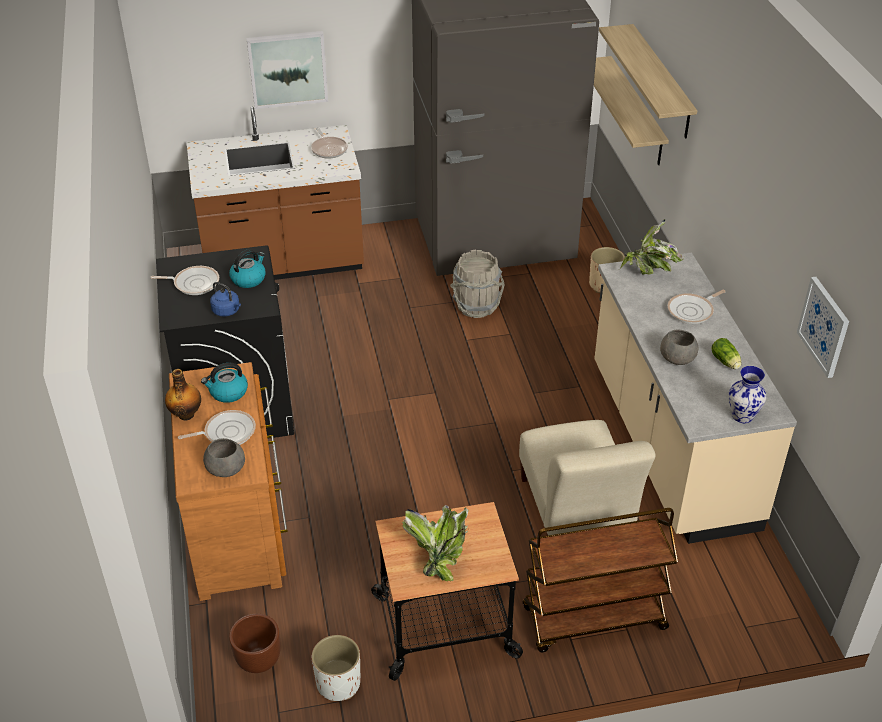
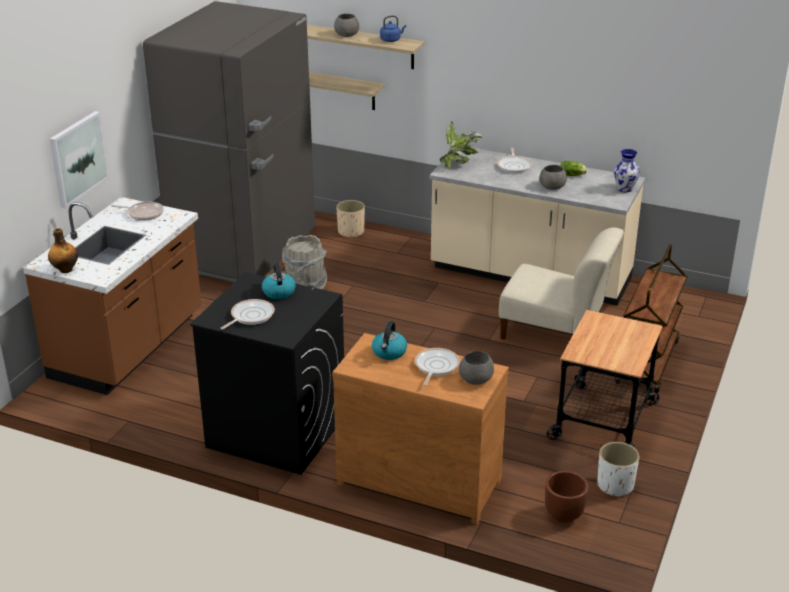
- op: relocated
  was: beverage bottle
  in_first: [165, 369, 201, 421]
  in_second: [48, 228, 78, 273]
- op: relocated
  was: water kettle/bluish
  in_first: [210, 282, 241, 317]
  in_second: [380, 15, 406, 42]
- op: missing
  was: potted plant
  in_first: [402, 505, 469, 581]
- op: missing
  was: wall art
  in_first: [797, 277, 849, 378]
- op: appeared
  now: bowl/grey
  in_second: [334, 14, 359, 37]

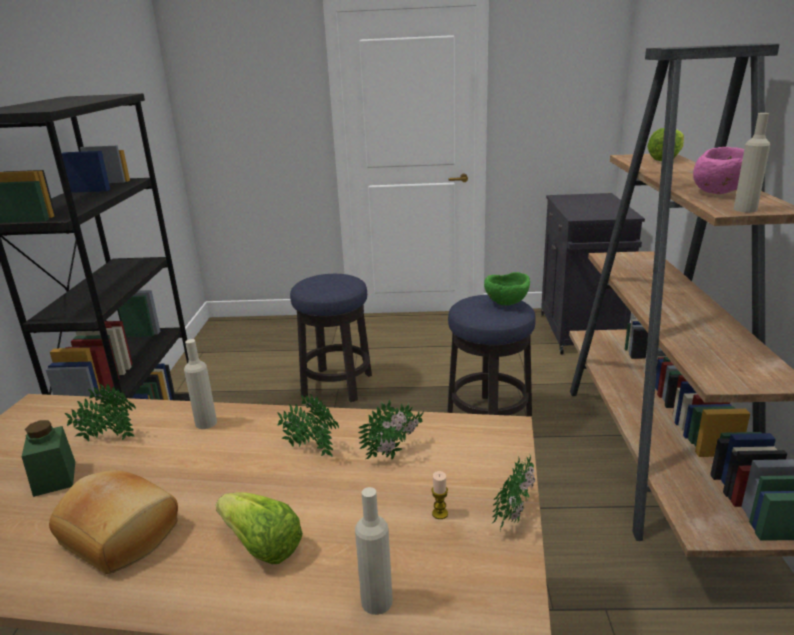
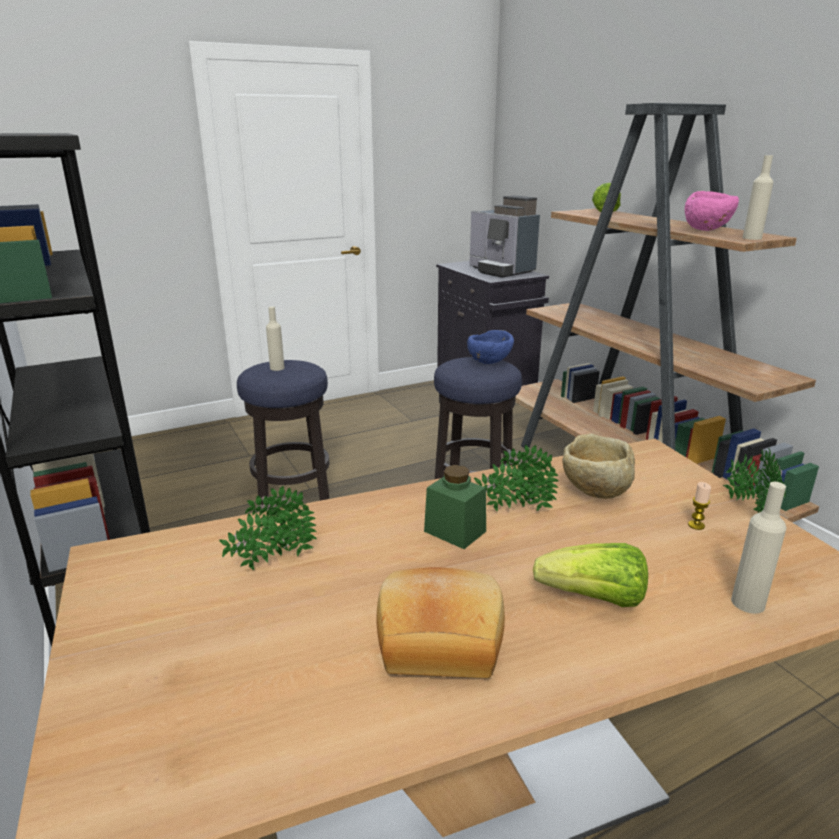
- op: relocated
  was: jar/green-coloured
  in_first: [21, 420, 75, 497]
  in_second: [424, 465, 486, 549]
- op: relocated
  was: beverage bottle/sand-coloured
  in_first: [184, 339, 217, 429]
  in_second: [266, 306, 285, 371]
- op: exchanged
  was: potted plant
  now: bowl/sand-coloured
  in_first: [358, 400, 424, 459]
  in_second: [563, 434, 635, 499]
- op: colour
  was: bowl/green-coloured
  now: bowl/bluish
  in_first: [484, 272, 530, 305]
  in_second: [467, 330, 514, 364]
- op: appeared
  now: coffee brewer
  in_second: [469, 195, 540, 278]

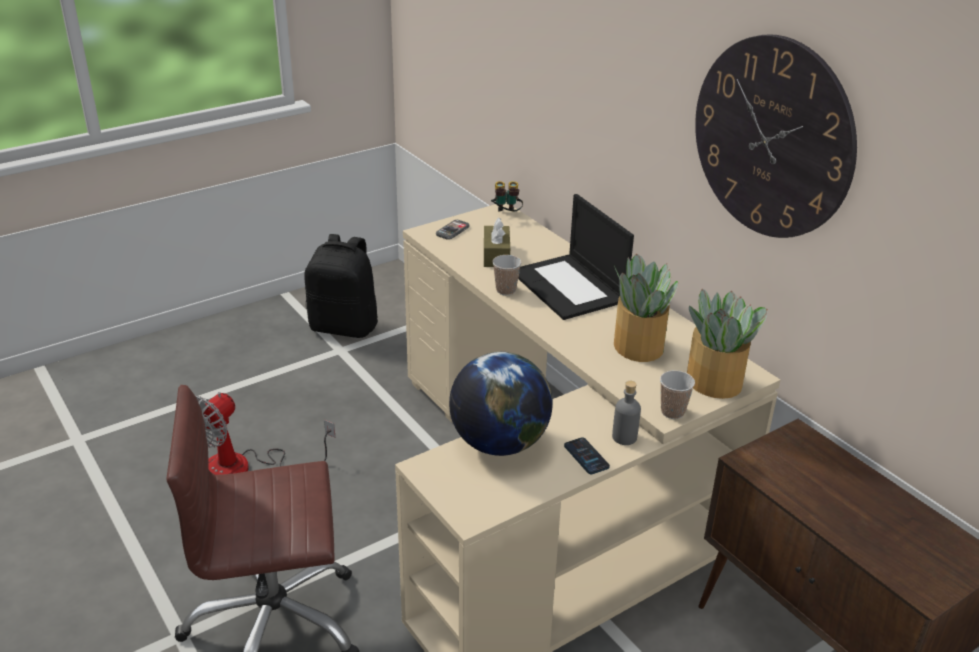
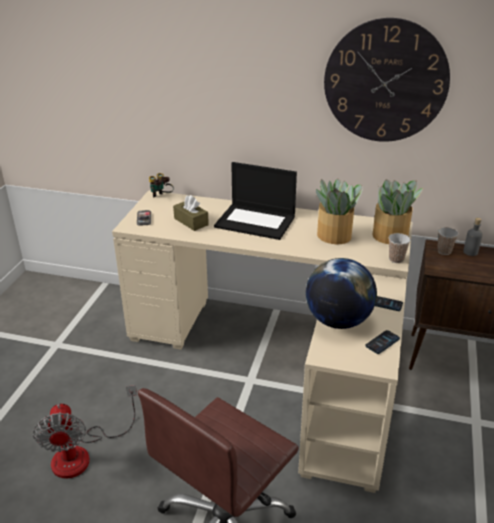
- op: missing
  was: rucksack/black
  in_first: [304, 234, 378, 338]
- op: relocated
  was: small cup
  in_first: [492, 255, 522, 295]
  in_second: [438, 227, 459, 255]
- op: relocated
  was: beverage bottle/grey
  in_first: [612, 381, 641, 445]
  in_second: [463, 218, 482, 256]
- op: appeared
  now: telephone
  in_second: [366, 330, 400, 354]

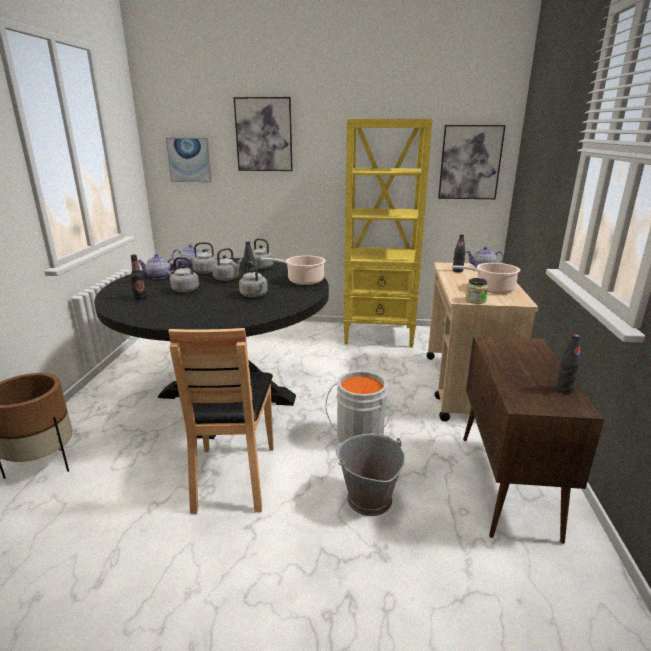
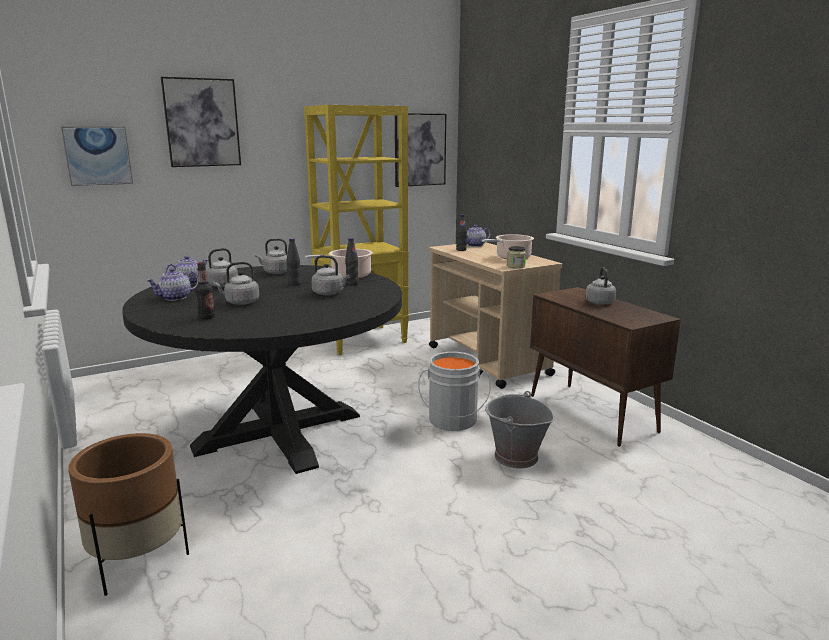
- op: missing
  was: upright chair/brown
  in_first: [168, 328, 274, 514]
- op: relocated
  was: water kettle/grey
  in_first: [212, 248, 242, 281]
  in_second: [586, 267, 616, 305]
- op: relocated
  was: beverage bottle/black
  in_first: [556, 334, 580, 394]
  in_second: [345, 238, 359, 285]

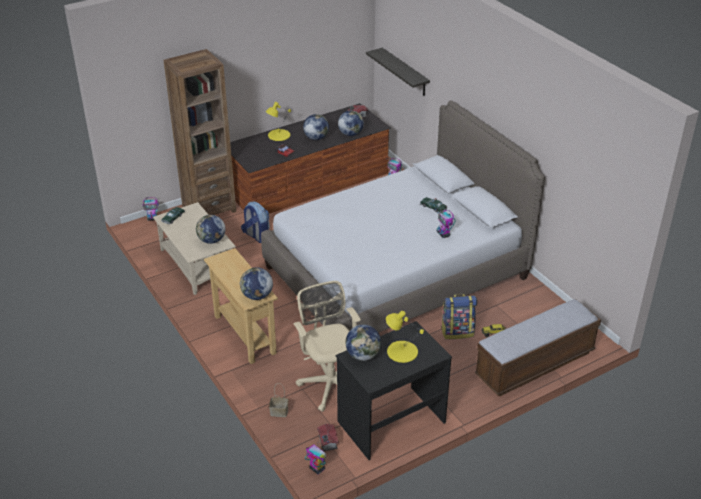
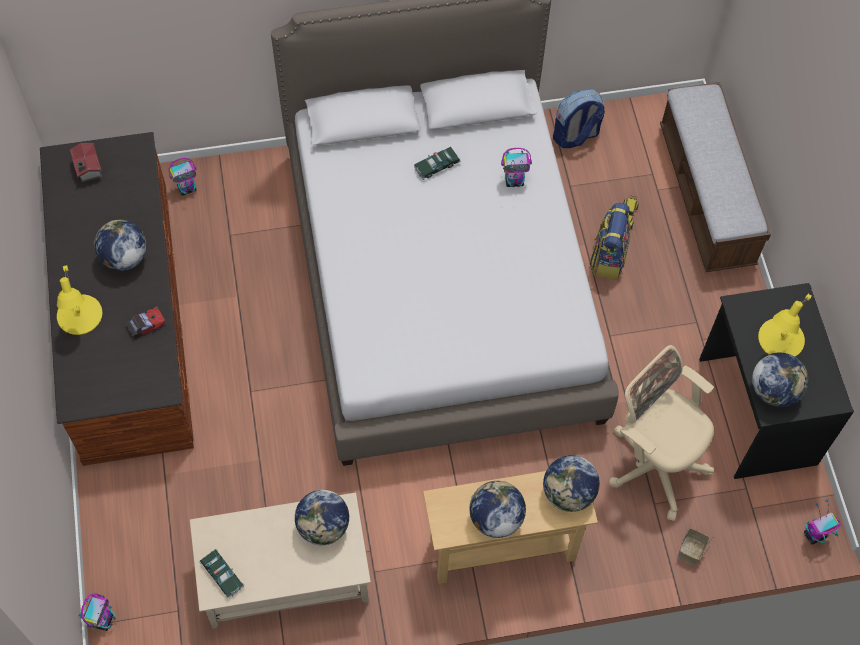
- op: missing
  was: bookshelf/brown
  in_first: [163, 49, 236, 215]
- op: relocated
  was: rucksack
  in_first: [241, 202, 270, 243]
  in_second: [553, 89, 605, 148]
- op: spun
  was: office chair/sand-coloured
  in_first: [293, 281, 361, 412]
  in_second: [609, 345, 714, 521]
  clockwise: 45
- op: missing
  was: model house
  in_first: [317, 424, 339, 451]
- op: relocated
  was: globe
  in_first: [338, 110, 364, 136]
  in_second: [469, 480, 526, 538]
- op: missing
  was: bracket shelf
  in_first: [366, 48, 430, 96]

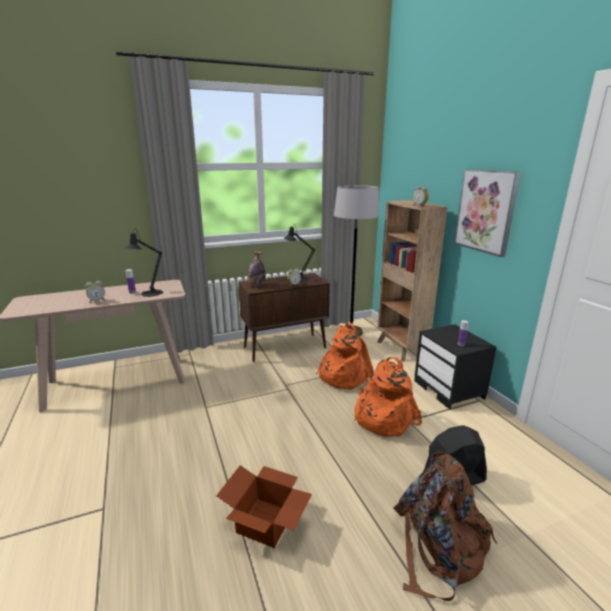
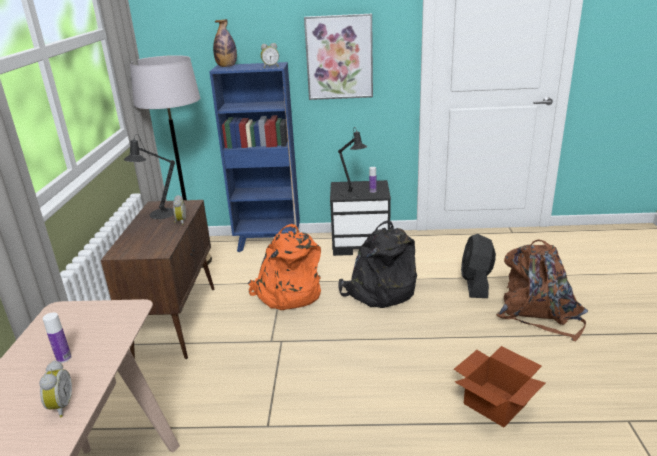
- op: relocated
  was: tabletop lamp/black
  in_first: [125, 228, 163, 297]
  in_second: [338, 129, 367, 198]
- op: relocated
  was: beverage bottle
  in_first: [248, 251, 265, 286]
  in_second: [213, 19, 237, 67]
- op: colour
  was: rucksack/orange-coloured
  now: rucksack/black
  in_first: [354, 357, 422, 437]
  in_second: [338, 220, 417, 308]
- op: colour
  was: bookshelf/brown
  now: bookshelf/bluish
  in_first: [377, 200, 448, 362]
  in_second: [209, 62, 300, 252]

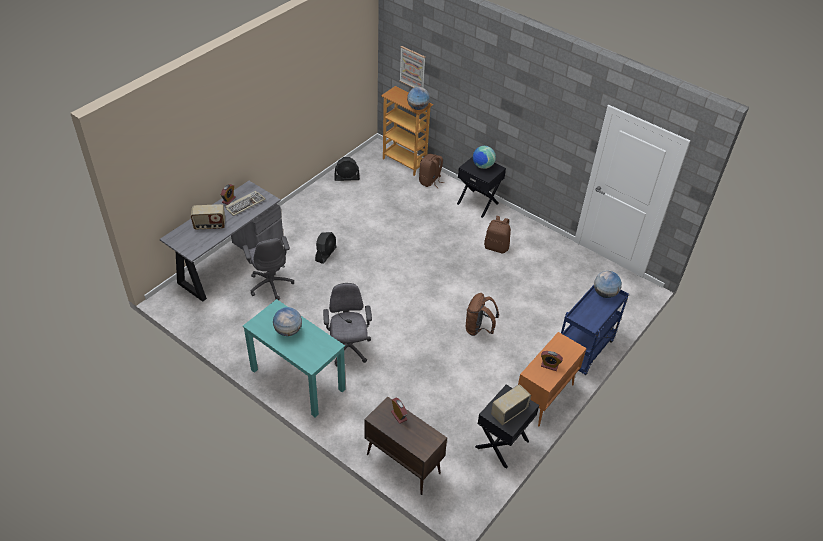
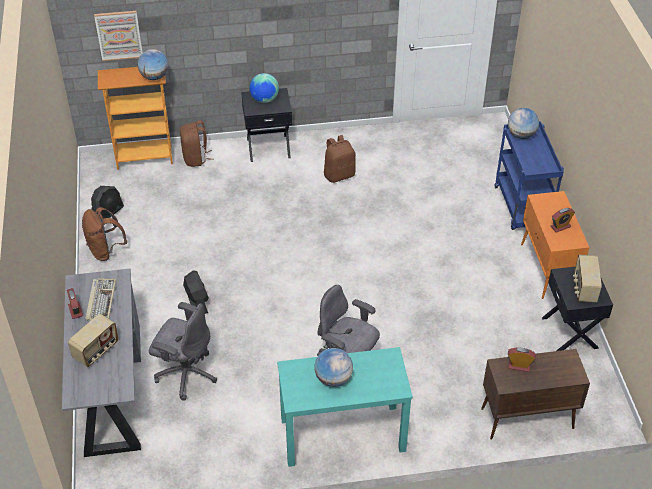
- op: relocated
  was: rucksack/brown
  in_first: [466, 293, 499, 336]
  in_second: [82, 207, 127, 261]

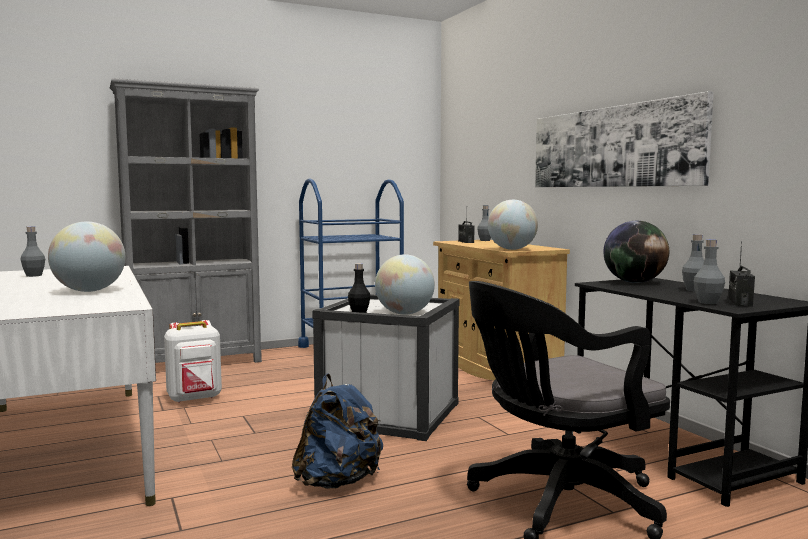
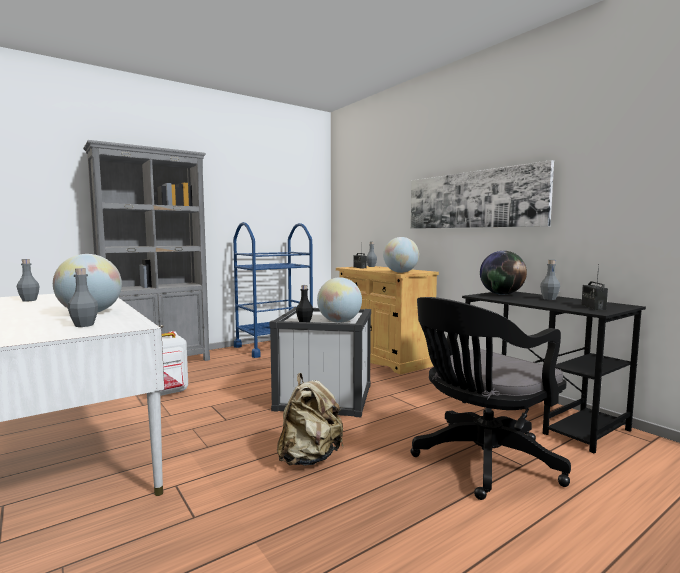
- op: colour
  was: rucksack/bluish
  now: rucksack/sand-coloured
  in_first: [292, 374, 383, 489]
  in_second: [277, 373, 343, 466]
- op: relocated
  was: beverage bottle/grey
  in_first: [694, 240, 725, 304]
  in_second: [68, 268, 98, 327]

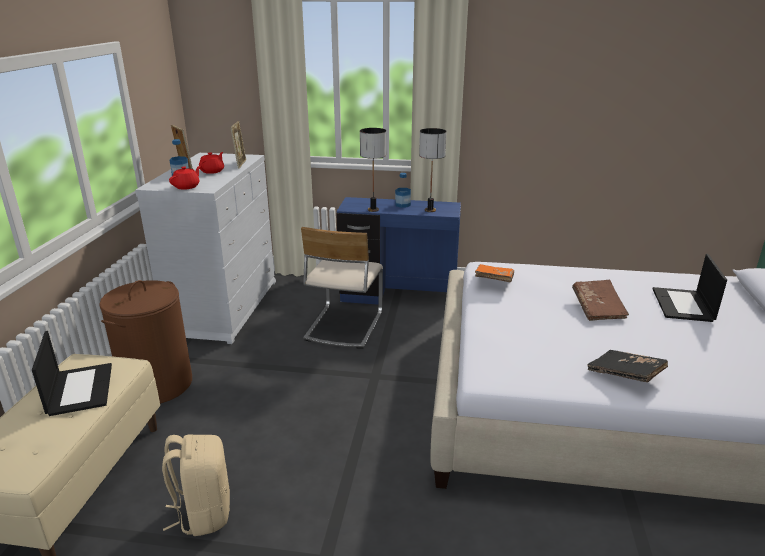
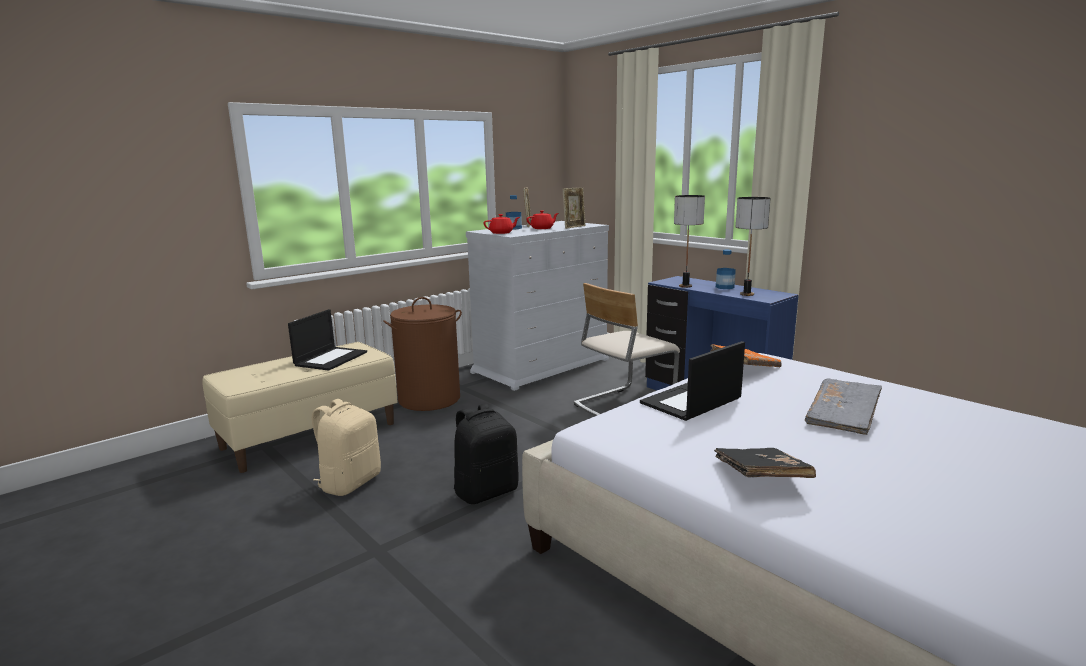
- op: colour
  was: book/brown
  now: book/grey
  in_first: [572, 280, 629, 321]
  in_second: [805, 379, 882, 435]
- op: relocated
  was: notebook computer
  in_first: [653, 254, 727, 322]
  in_second: [640, 341, 745, 421]
- op: appeared
  now: rucksack/black
  in_second: [454, 403, 519, 504]

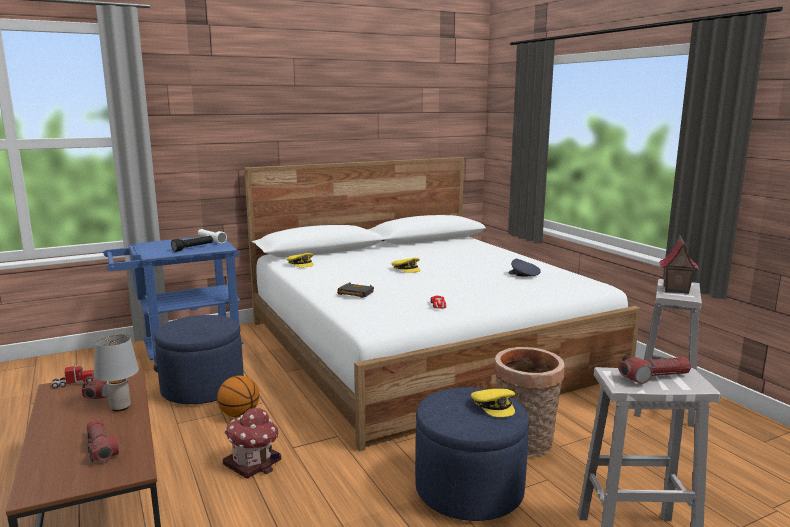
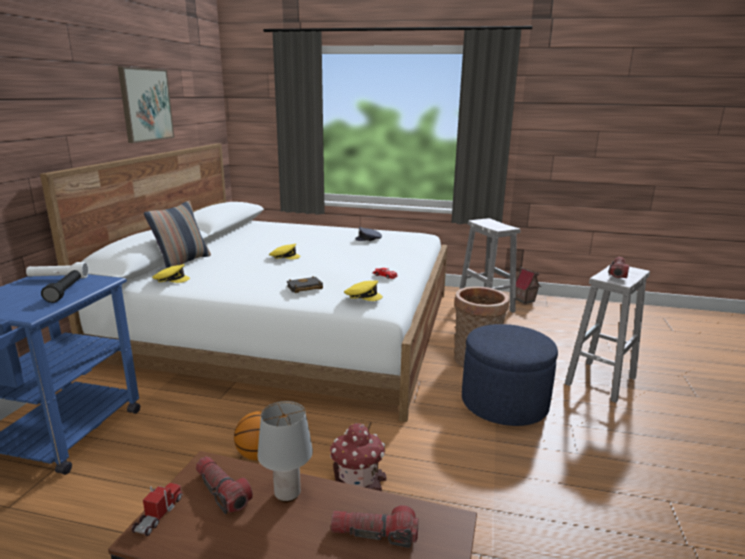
- op: missing
  was: footrest/bluish
  in_first: [154, 315, 244, 404]
- op: relocated
  was: cap/yellowish
  in_first: [471, 389, 515, 417]
  in_second: [344, 281, 383, 301]
- op: relocated
  was: model house
  in_first: [659, 235, 700, 294]
  in_second: [516, 266, 541, 304]
- op: appeared
  now: wall art
  in_second: [118, 67, 174, 143]
- op: appeared
  now: pillow
  in_second: [144, 201, 211, 268]

